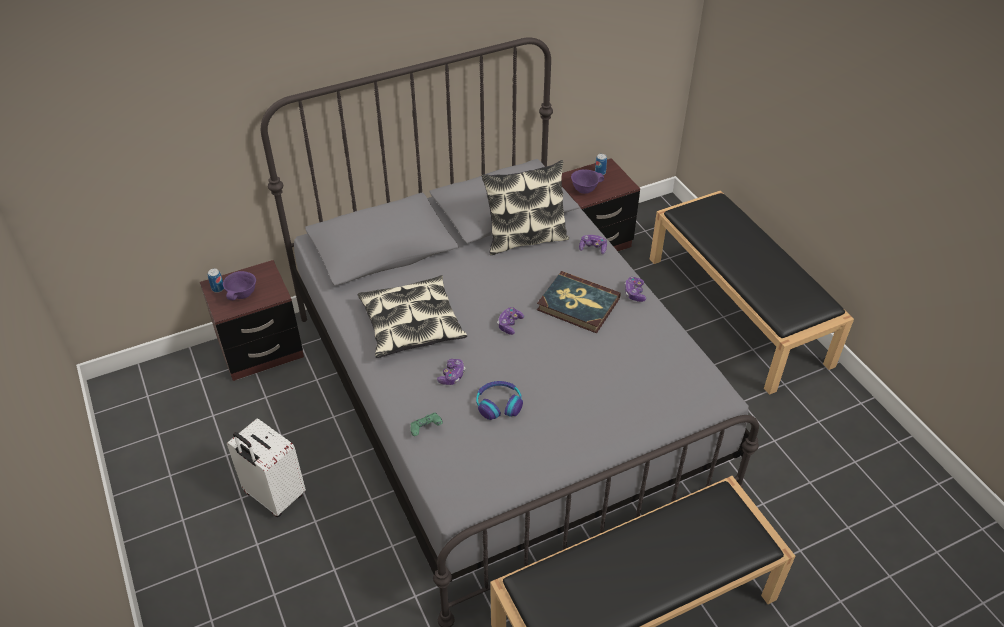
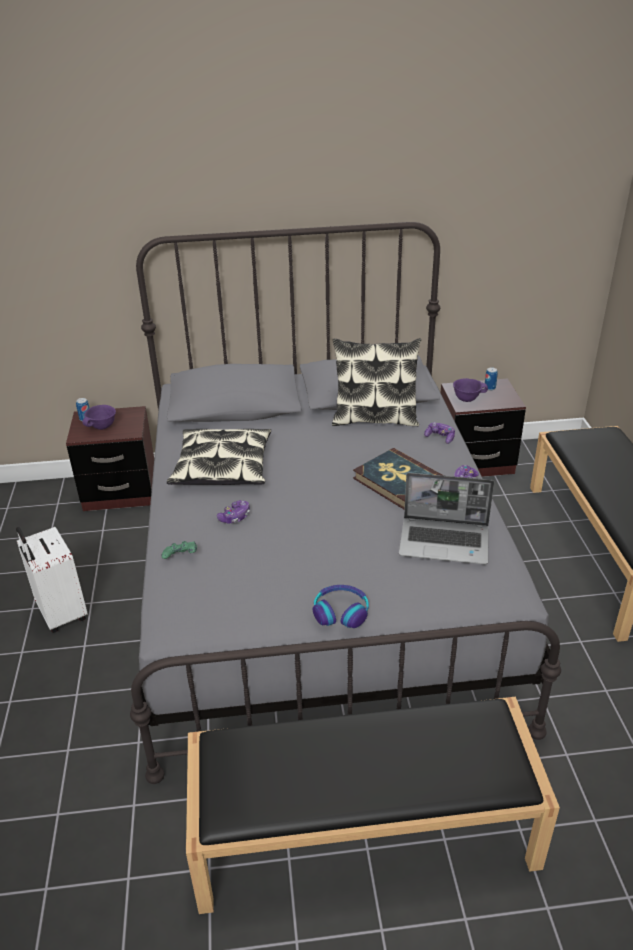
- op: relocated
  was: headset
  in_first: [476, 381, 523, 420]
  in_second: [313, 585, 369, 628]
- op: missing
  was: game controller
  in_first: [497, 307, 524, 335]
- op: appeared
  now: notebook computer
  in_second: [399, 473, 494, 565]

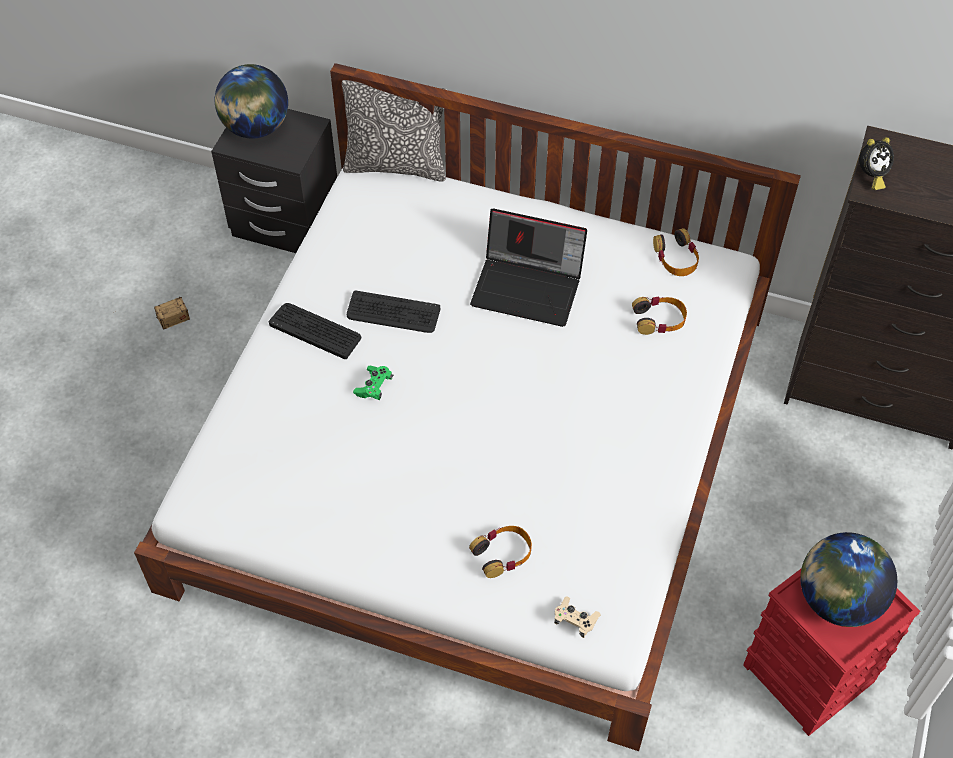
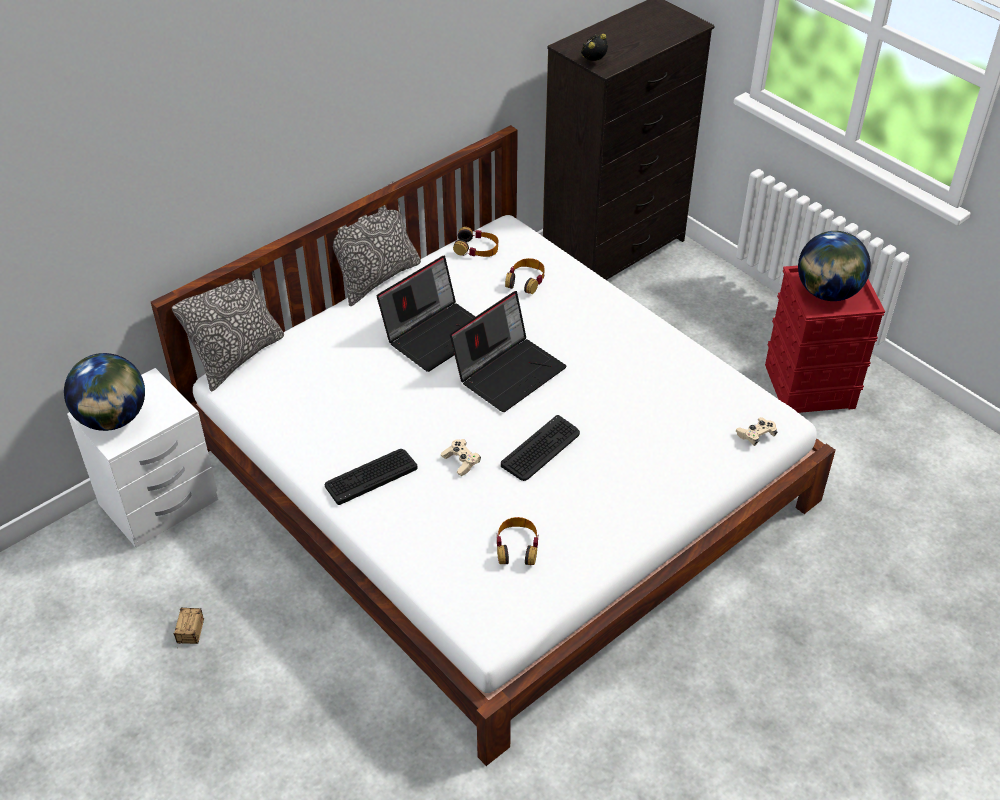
- op: colour
  was: nightstand/black
  now: nightstand/white
  in_first: [211, 109, 337, 253]
  in_second: [67, 368, 218, 548]
- op: relocated
  was: PC keyboard
  in_first: [347, 291, 440, 333]
  in_second: [501, 415, 580, 481]
- op: colour
  was: game controller/green-coloured
  now: game controller/sand-coloured
  in_first: [353, 365, 393, 400]
  in_second: [441, 439, 481, 476]
- op: relocated
  was: headset
  in_first: [469, 526, 532, 578]
  in_second: [497, 517, 538, 565]
- op: spun
  was: bedside clock
  in_first: [859, 137, 894, 190]
  in_second: [581, 34, 608, 61]
  clockwise: -135
- op: appeared
  now: pillow
  in_second: [333, 181, 421, 306]
- op: appeared
  now: notebook computer
  in_second: [450, 291, 567, 412]

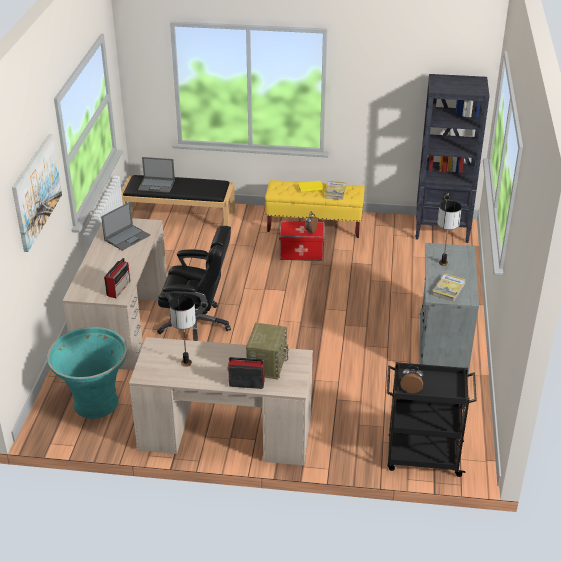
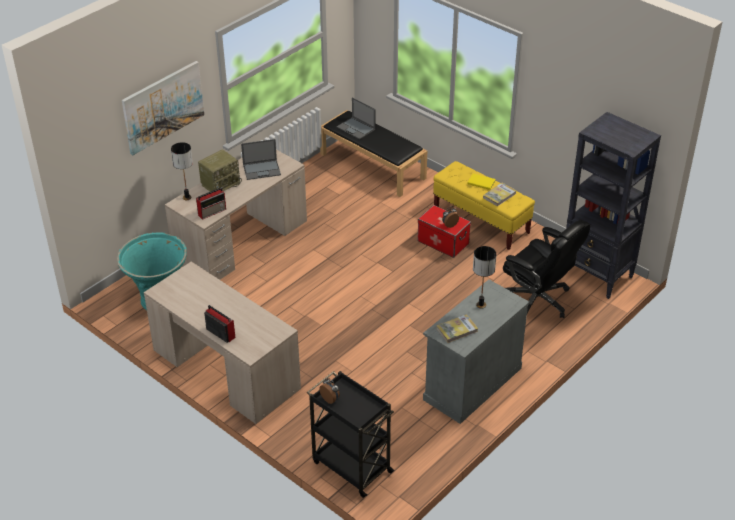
- op: relocated
  was: office chair/black
  in_first: [157, 226, 231, 341]
  in_second: [503, 220, 591, 318]
- op: relocated
  was: tabletop lamp
  in_first: [169, 296, 196, 367]
  in_second: [171, 142, 193, 200]
- op: relocated
  was: radio receiver
  in_first: [246, 323, 289, 380]
  in_second: [198, 149, 242, 192]

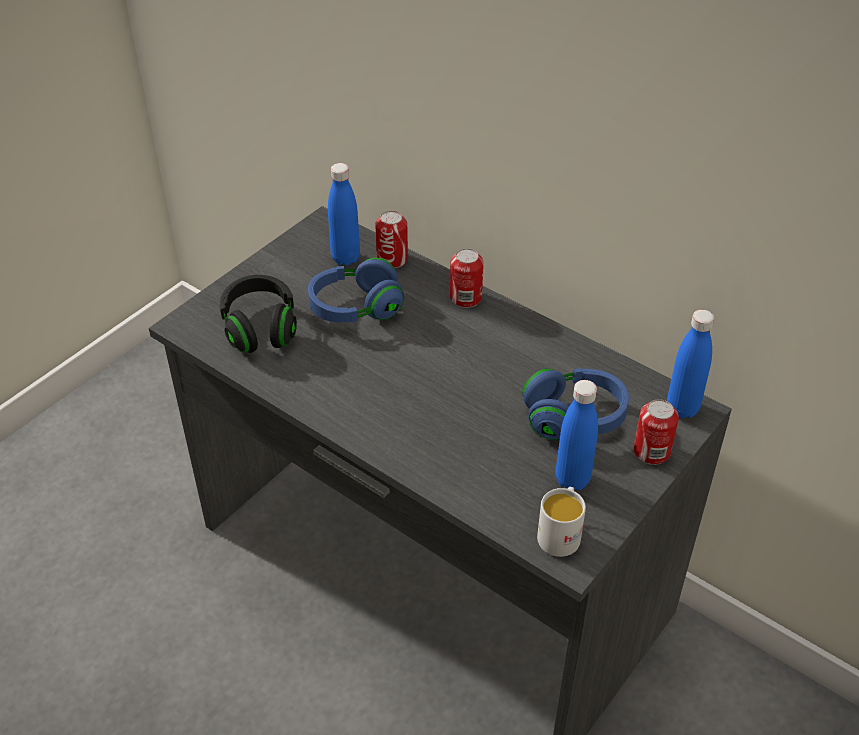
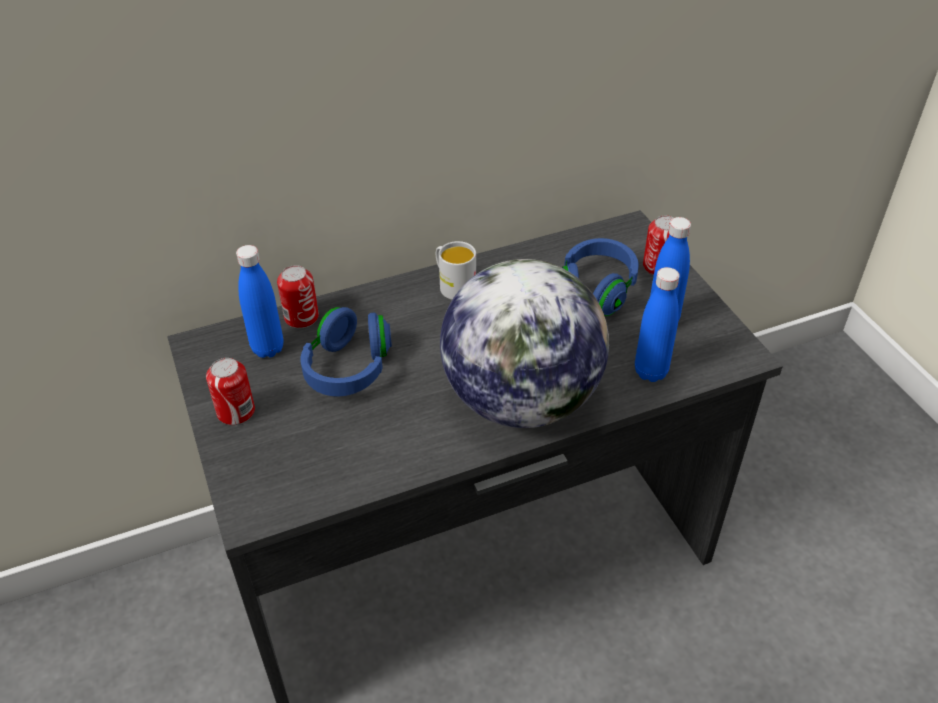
- op: missing
  was: headset/black
  in_first: [219, 275, 297, 353]
- op: relocated
  was: metal can
  in_first: [450, 248, 484, 308]
  in_second: [206, 358, 255, 425]
- op: relocated
  was: tea mug/white
  in_first: [537, 487, 586, 557]
  in_second: [436, 241, 476, 300]
- op: relocated
  was: beverage bottle/bluish
  in_first: [667, 310, 714, 418]
  in_second: [635, 267, 680, 382]
- op: appeared
  now: globe
  in_second: [440, 259, 609, 428]

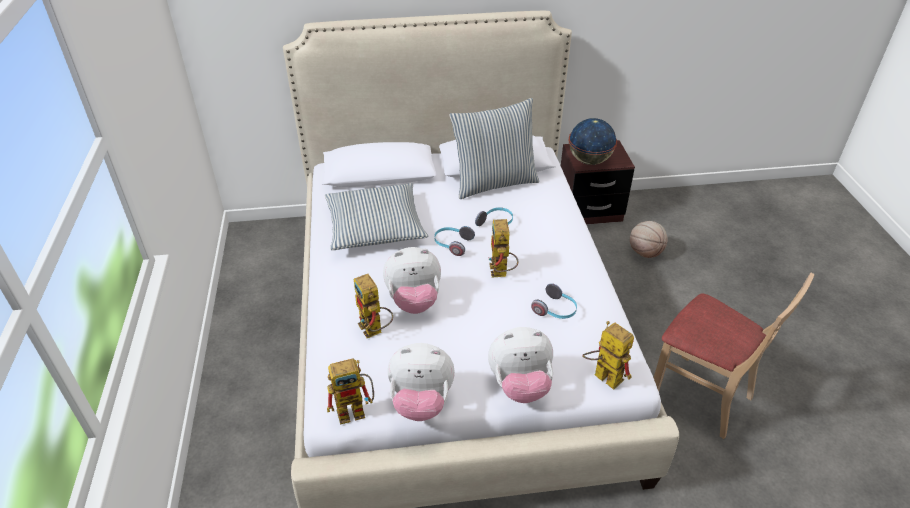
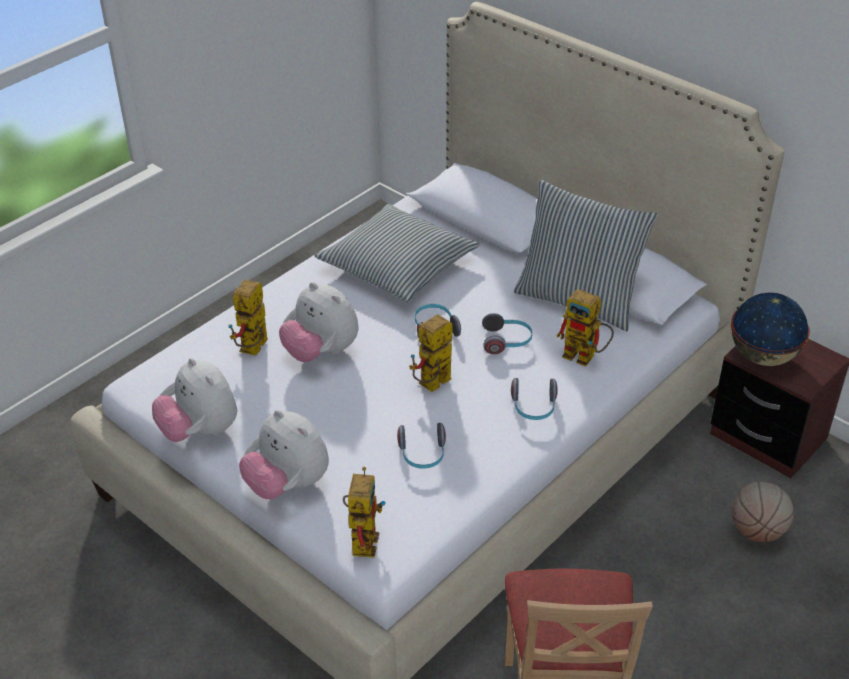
- op: relocated
  was: toy robot
  in_first: [327, 358, 374, 425]
  in_second: [556, 289, 614, 366]
- op: appeared
  now: headset
  in_second: [511, 378, 558, 420]

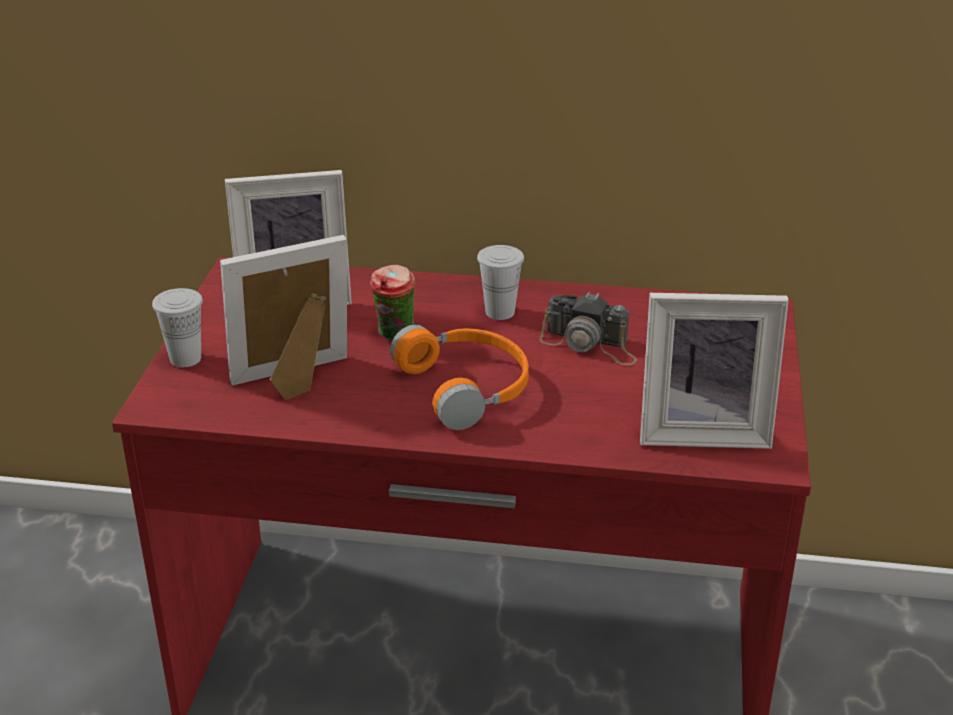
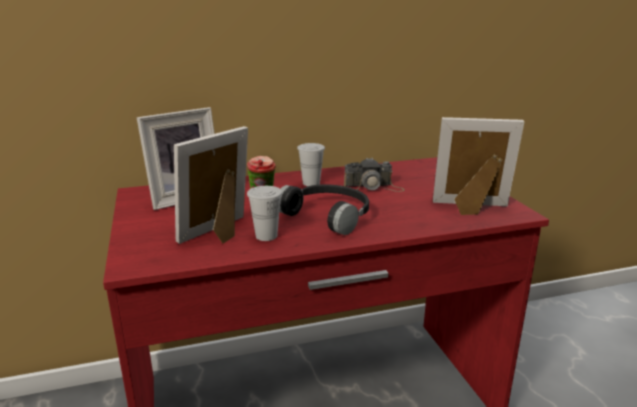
- op: relocated
  was: small cup/white
  in_first: [152, 288, 203, 367]
  in_second: [247, 186, 282, 241]
- op: colour
  was: headset/orange-coloured
  now: headset/black
  in_first: [390, 324, 529, 430]
  in_second: [279, 184, 369, 235]
- op: spun
  was: photo frame
  in_first: [640, 293, 789, 449]
  in_second: [433, 117, 524, 215]
  clockwise: -150

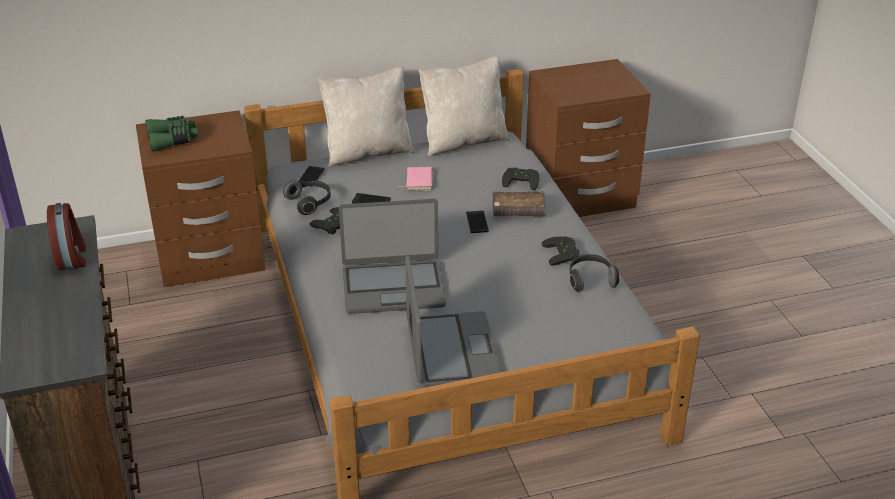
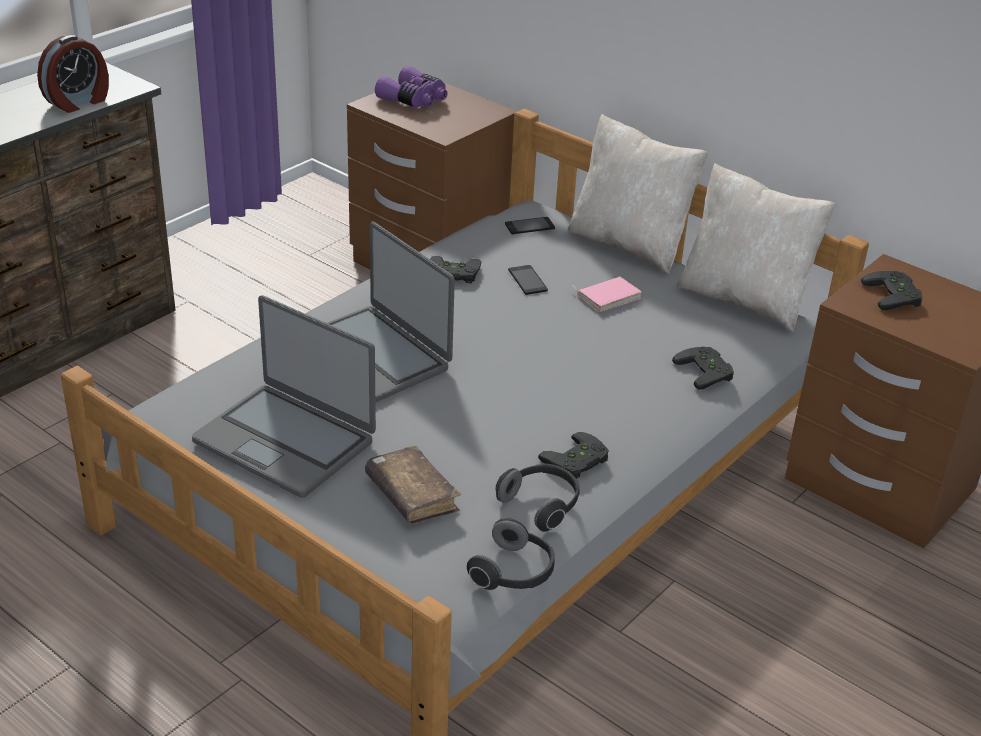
- op: colour
  was: field glasses/green-coloured
  now: field glasses/purple-coloured
  in_first: [145, 116, 198, 152]
  in_second: [375, 66, 447, 108]
- op: relocated
  was: headset
  in_first: [283, 180, 331, 215]
  in_second: [467, 518, 555, 590]
- op: spun
  was: notebook computer
  in_first: [405, 256, 501, 388]
  in_second: [192, 295, 376, 497]
  clockwise: 75
- op: missing
  was: telephone
  in_first: [466, 211, 489, 233]
- op: relocated
  was: book/brown
  in_first: [492, 191, 546, 216]
  in_second: [365, 445, 461, 524]
- op: appeared
  now: game controller/black
  in_second: [861, 271, 923, 310]

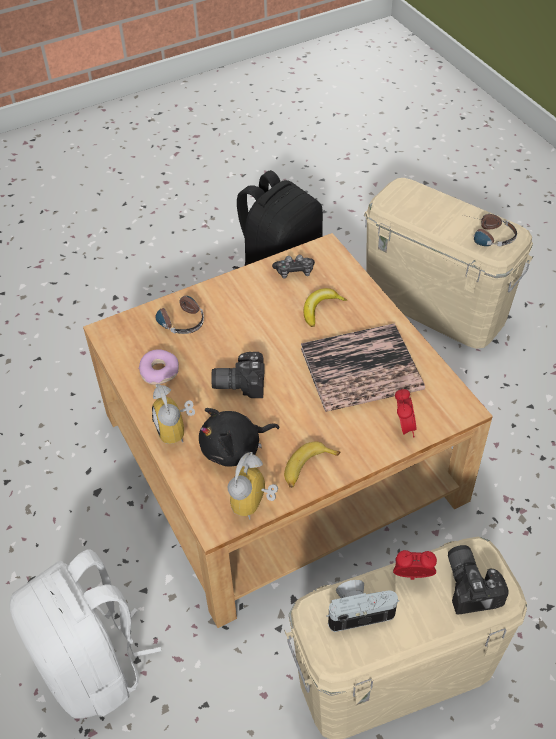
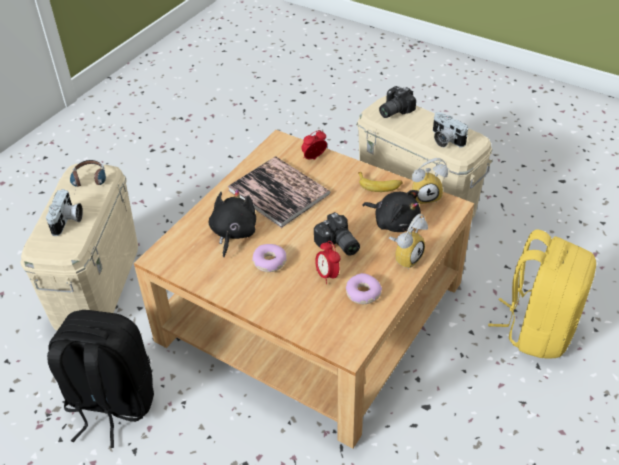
- op: colour
  was: rucksack/white
  now: rucksack/yellowish
  in_first: [10, 549, 161, 718]
  in_second: [488, 229, 596, 359]
- op: missing
  was: headset
  in_first: [155, 289, 204, 334]
- op: missing
  was: game controller
  in_first: [272, 255, 315, 279]
- op: exchanged
  was: whole banana
  now: cuddly toy/black
  in_first: [304, 288, 347, 327]
  in_second: [209, 189, 256, 257]
- op: relocated
  was: bedside clock
  in_first: [393, 550, 437, 580]
  in_second: [315, 241, 340, 284]
- op: appeared
  now: still camera
  in_second: [46, 189, 83, 236]
- op: appeared
  now: doughnut
  in_second: [252, 244, 287, 272]

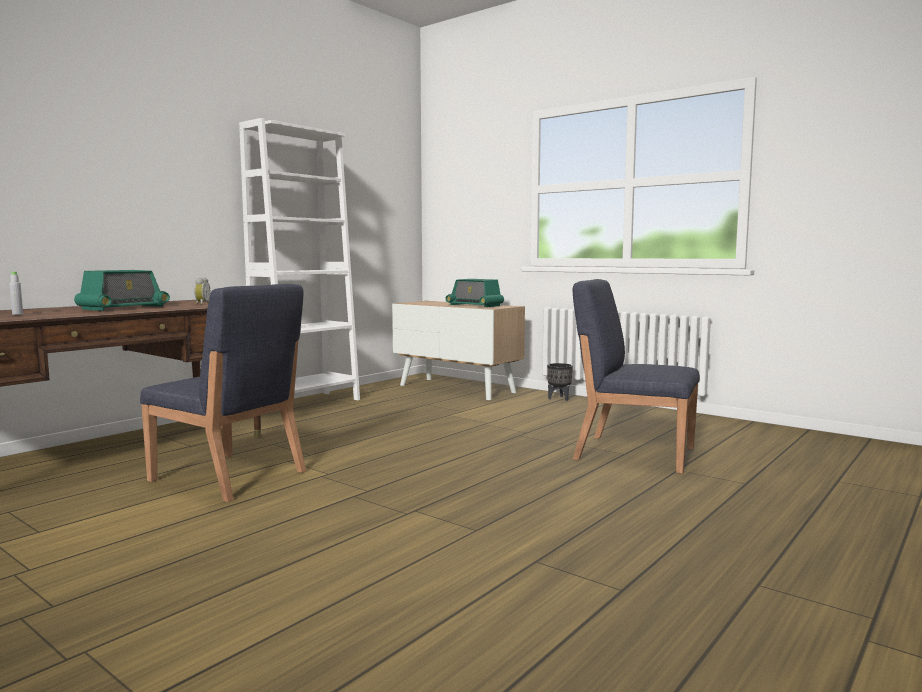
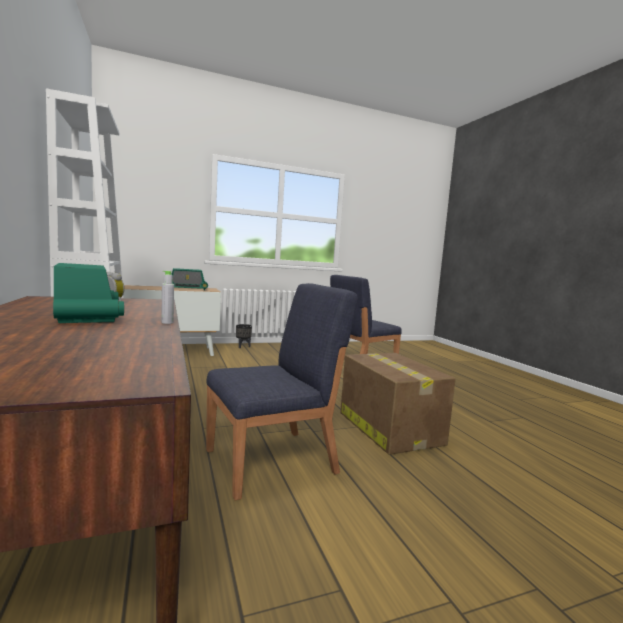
- op: relocated
  was: beverage bottle/grey
  in_first: [9, 272, 23, 315]
  in_second: [161, 271, 174, 324]
- op: appeared
  now: carton
  in_second: [340, 353, 456, 455]

